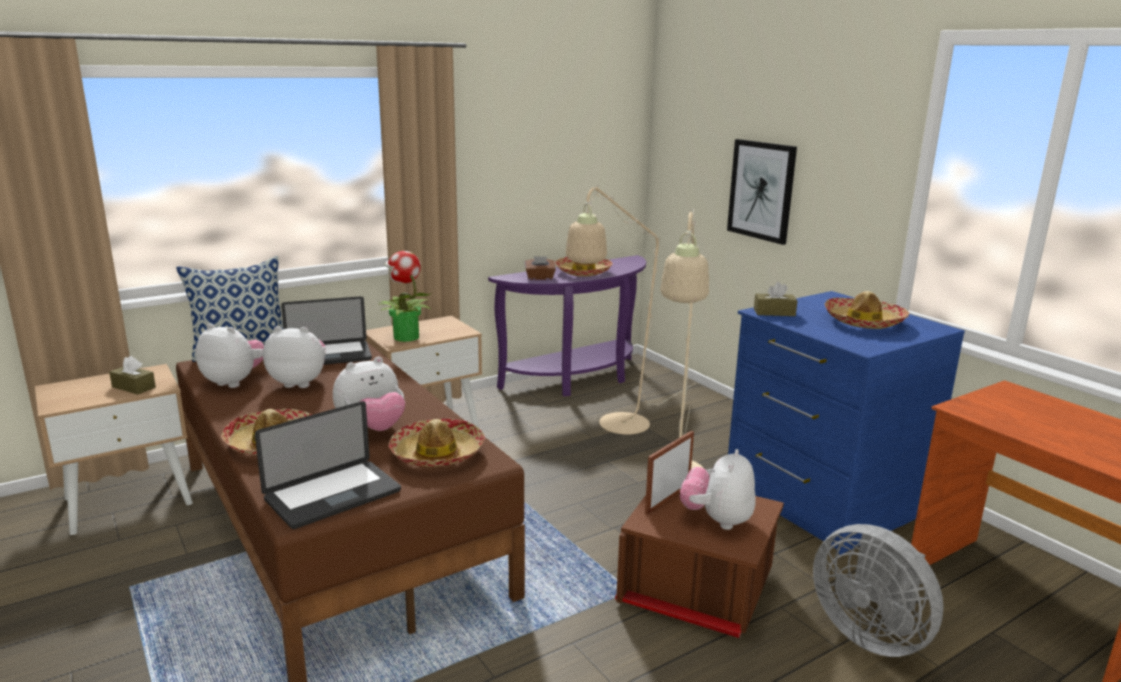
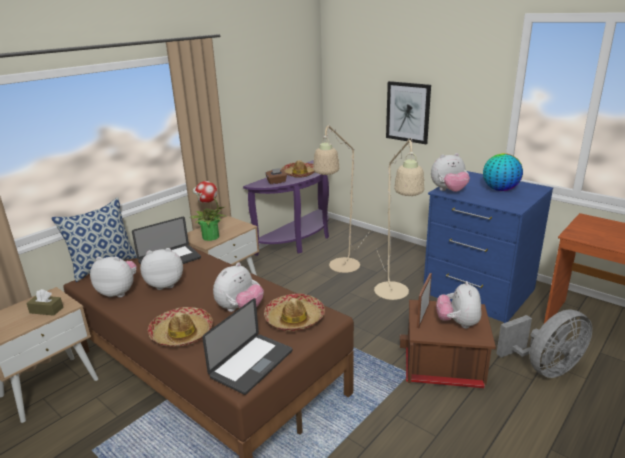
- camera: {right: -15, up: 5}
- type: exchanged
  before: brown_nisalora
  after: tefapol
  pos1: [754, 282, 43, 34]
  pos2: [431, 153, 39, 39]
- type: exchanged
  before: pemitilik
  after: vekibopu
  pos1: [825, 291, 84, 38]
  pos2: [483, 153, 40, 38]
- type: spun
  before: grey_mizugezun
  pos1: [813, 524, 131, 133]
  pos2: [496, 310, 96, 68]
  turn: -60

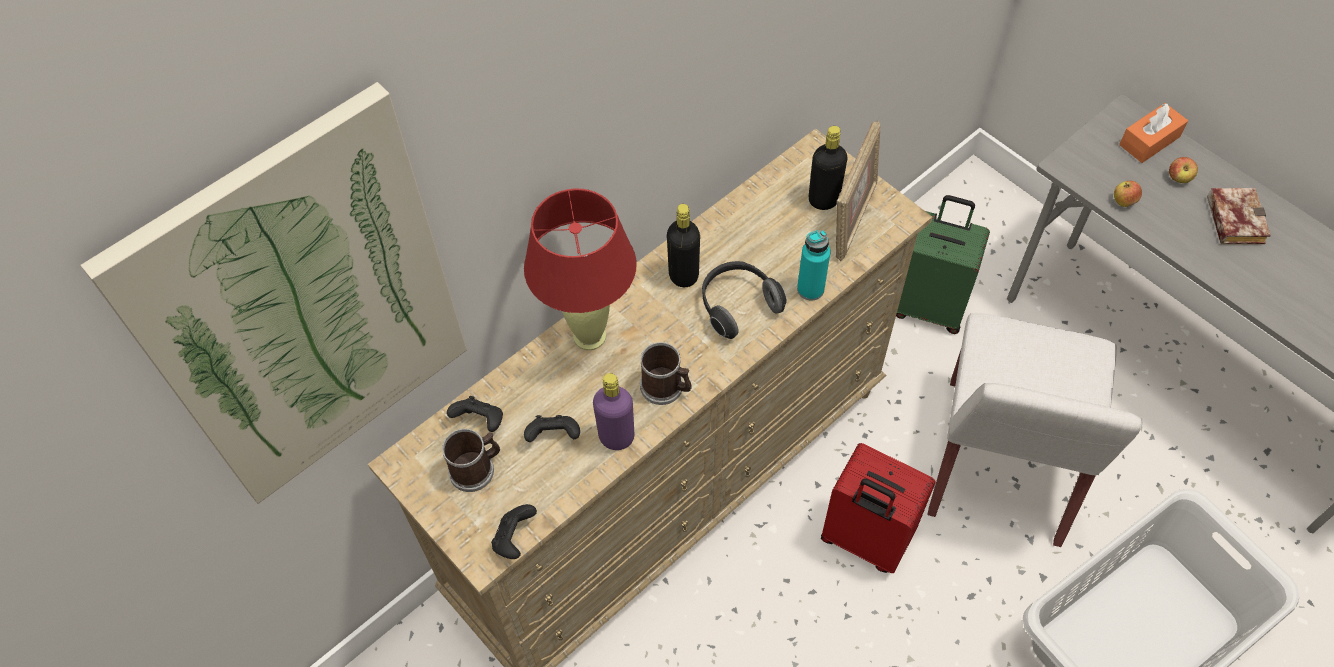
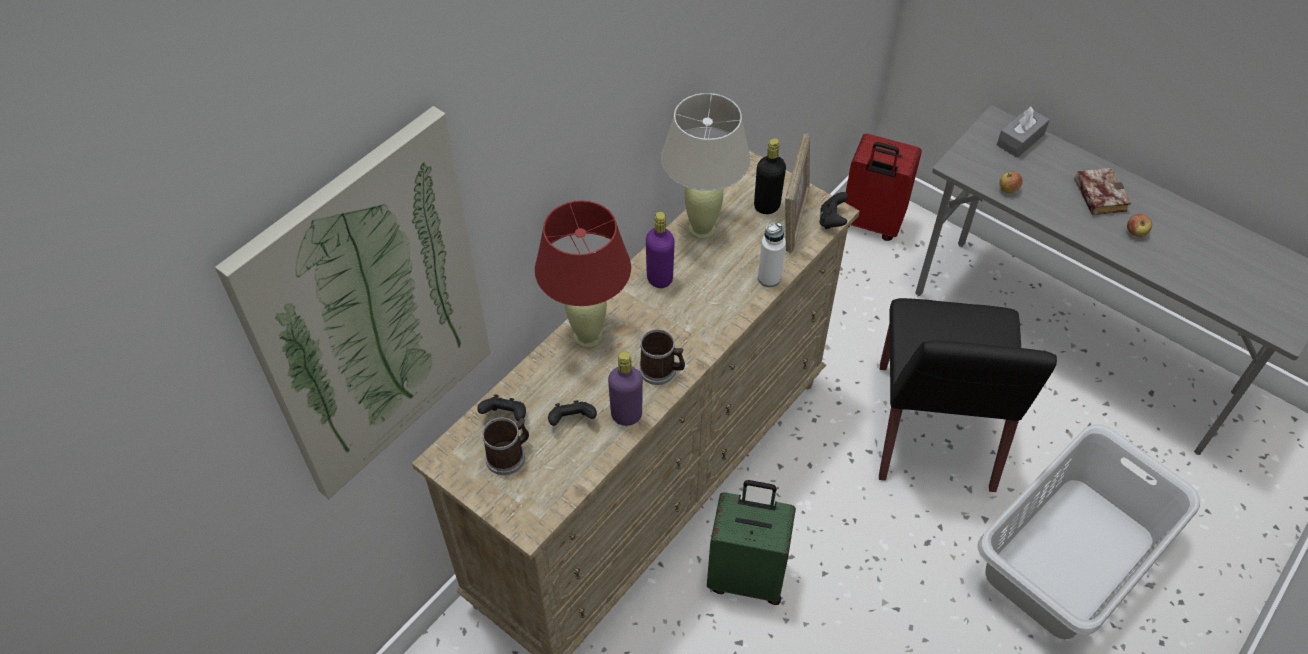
- camera: {right: -10, up: -5}
- type: colour
  before: orange_nisalora
  after: grey_nisalora
  pos1: [1119, 103, 69, 60]
  pos2: [997, 107, 53, 51]
- type: relocated
  before: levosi
  pos1: [1169, 157, 29, 26]
  pos2: [1127, 214, 25, 23]
- type: relocated
  before: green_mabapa
  pos1: [896, 195, 94, 139]
  pos2: [707, 480, 89, 125]
- type: colour
  before: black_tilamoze
  after: purple_tilamoze
  pos1: [667, 204, 33, 83]
  pos2: [646, 212, 29, 76]
- type: colour
  before: turquoise_tilamoze
  after: white_tilamoze
  pos1: [797, 230, 34, 71]
  pos2: [758, 222, 28, 65]
- type: missing
  before: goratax
  pos1: [702, 261, 85, 78]
- type: colour
  before: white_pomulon
  after: black_pomulon
  pos1: [928, 313, 214, 234]
  pos2: [879, 298, 178, 194]
- type: relocated
  before: red_mabapa
  pos1: [821, 443, 115, 130]
  pos2: [844, 134, 78, 107]
- type: relocated
  before: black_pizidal
  pos1: [491, 504, 46, 55]
  pos2: [819, 192, 30, 37]
- type: appeared
  after: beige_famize
  pos2: [661, 93, 89, 146]

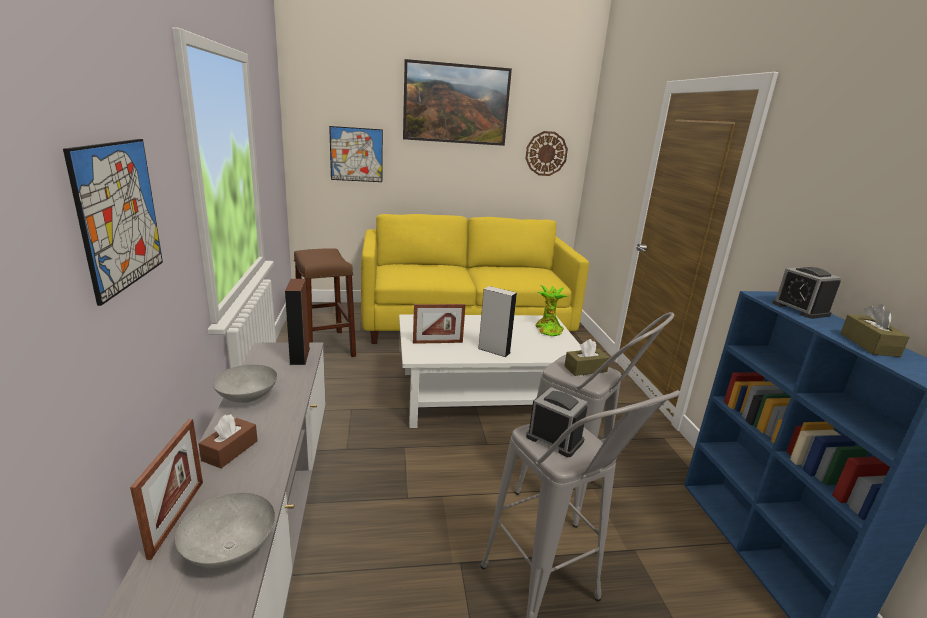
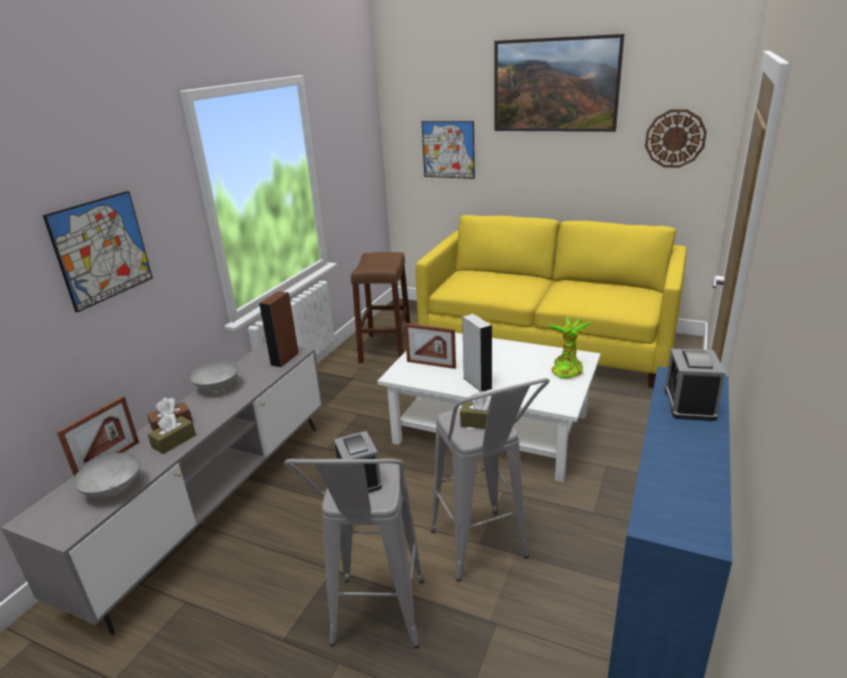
- camera: {right: 35, up: 5}
- type: relocated
  before: brown_nisalora
  pos1: [841, 304, 69, 53]
  pos2: [148, 413, 48, 41]

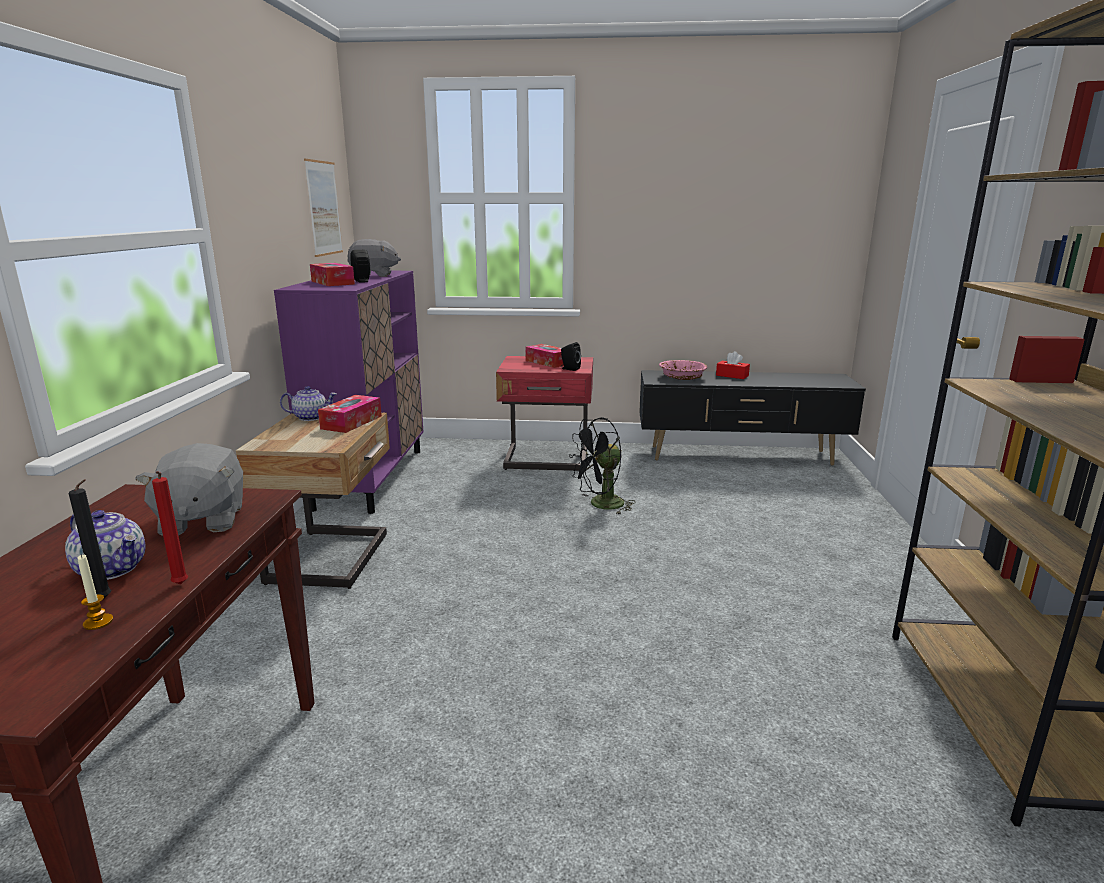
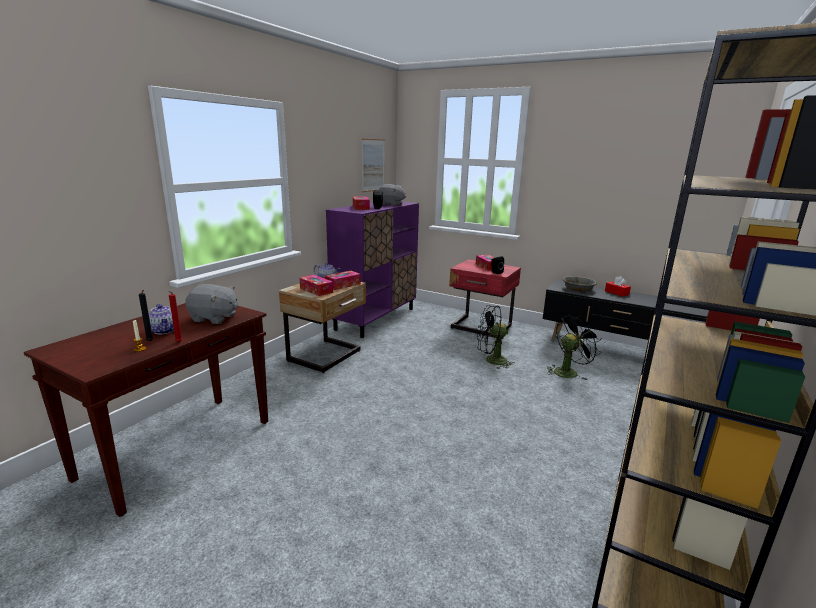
- camera: {right: 25, up: 0}
- type: colour
  before: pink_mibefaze
  after: grey_mibefaze
  pos1: [659, 360, 48, 20]
  pos2: [563, 276, 34, 15]
- type: spun
  before: grey_tefapol
  pos1: [135, 443, 108, 93]
  pos2: [185, 284, 53, 40]
  turn: -90
- type: appeared
  after: nisalora
  pos2: [300, 275, 34, 21]
- type: appeared
  after: black_mizugezun
  pos2: [547, 314, 55, 66]

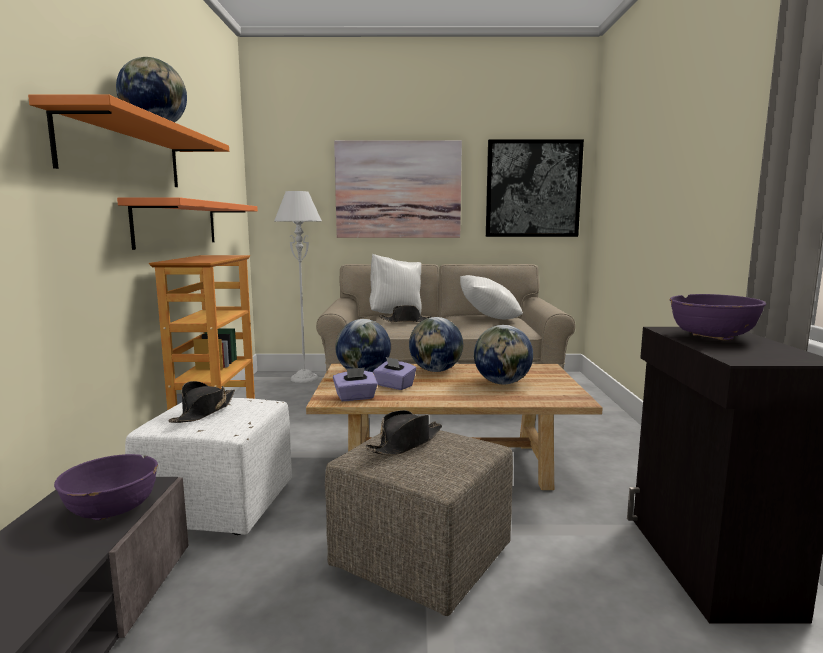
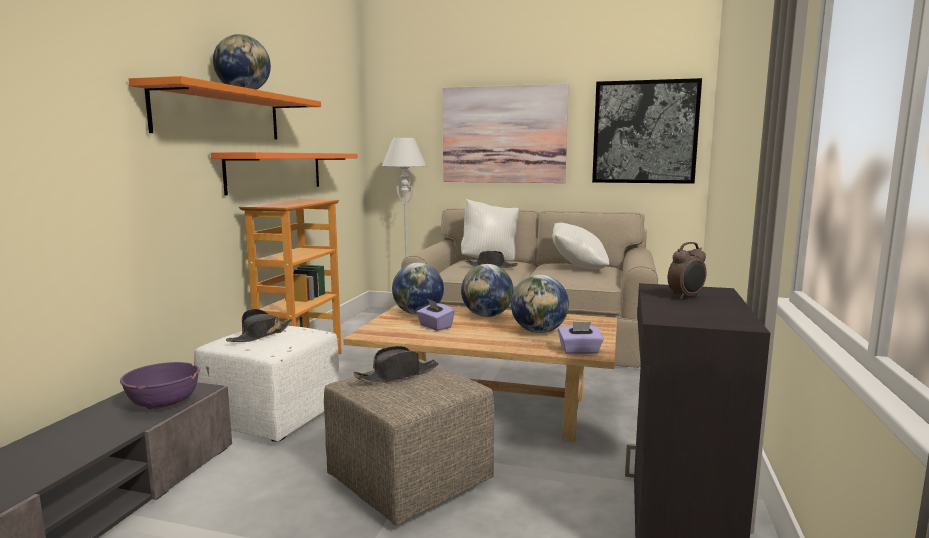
- camera: {right: 15, up: 0}
- type: exchanged
  before: purple_mibefaze
  after: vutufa
  pos1: [670, 294, 96, 47]
  pos2: [668, 242, 39, 57]
- type: relocated
  before: purple_nisalora
  pos1: [333, 367, 45, 34]
  pos2: [558, 322, 46, 32]

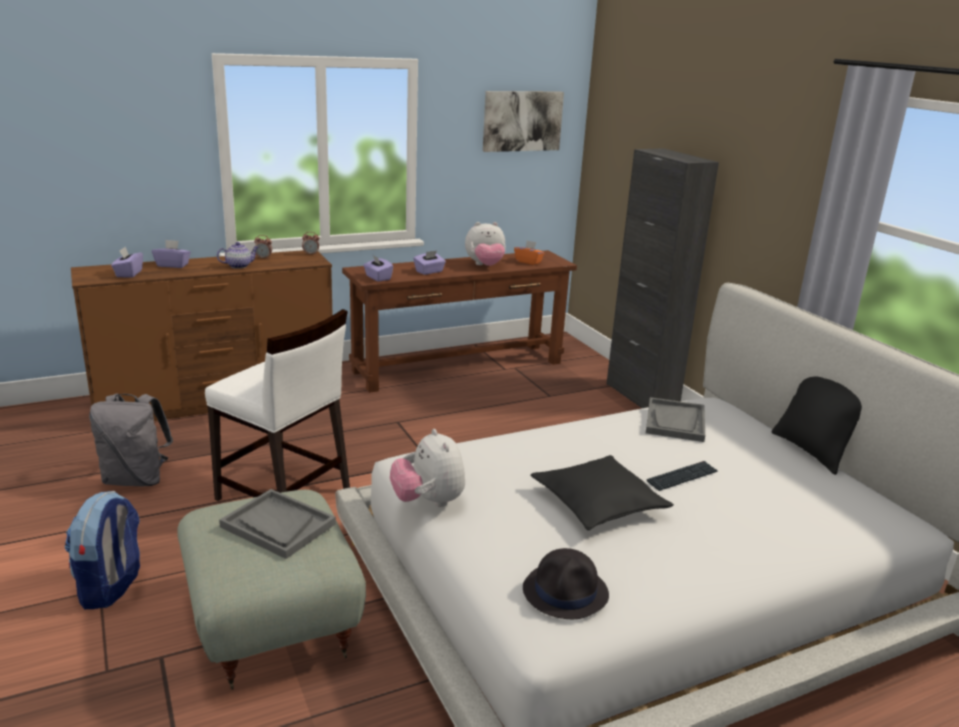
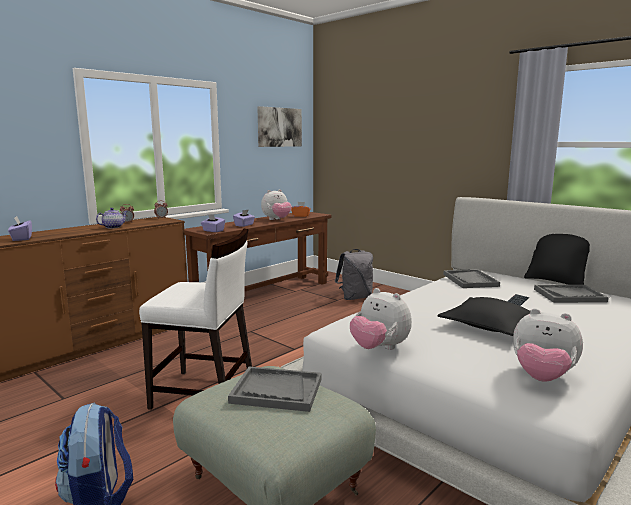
- camera: {right: -20, up: -10}
- type: missing
  before: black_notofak
  pos1: [606, 148, 113, 260]
- type: missing
  before: purple_nisalora
  pos1: [152, 240, 39, 28]
- type: relocated
  before: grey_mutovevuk
  pos1: [89, 393, 84, 93]
  pos2: [335, 249, 38, 51]
- type: exchanged
  before: black_pemitilik
  after: tefapol
  pos1: [523, 548, 86, 71]
  pos2: [513, 309, 70, 73]
- type: appeared
  after: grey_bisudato
  pos2: [534, 285, 75, 18]

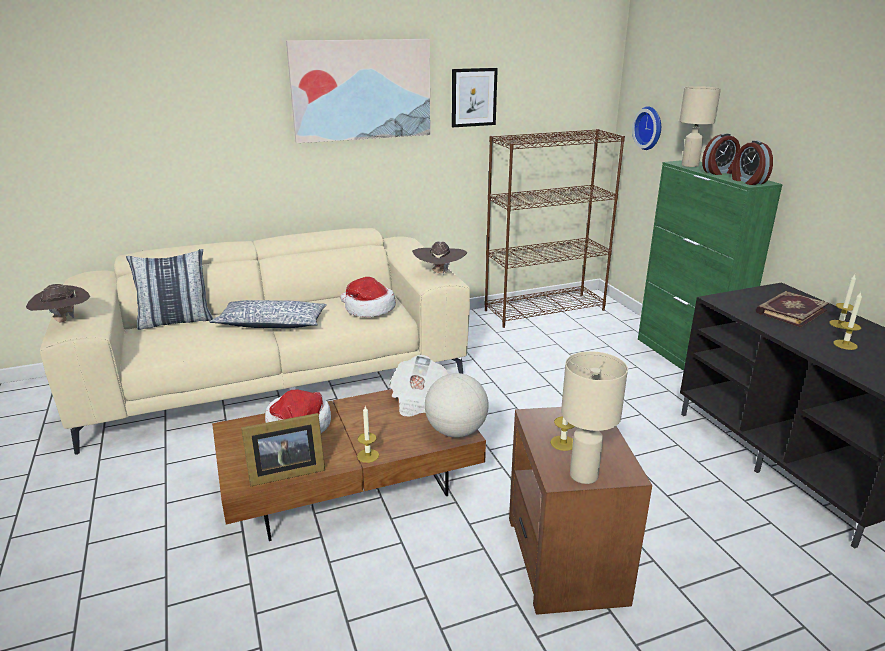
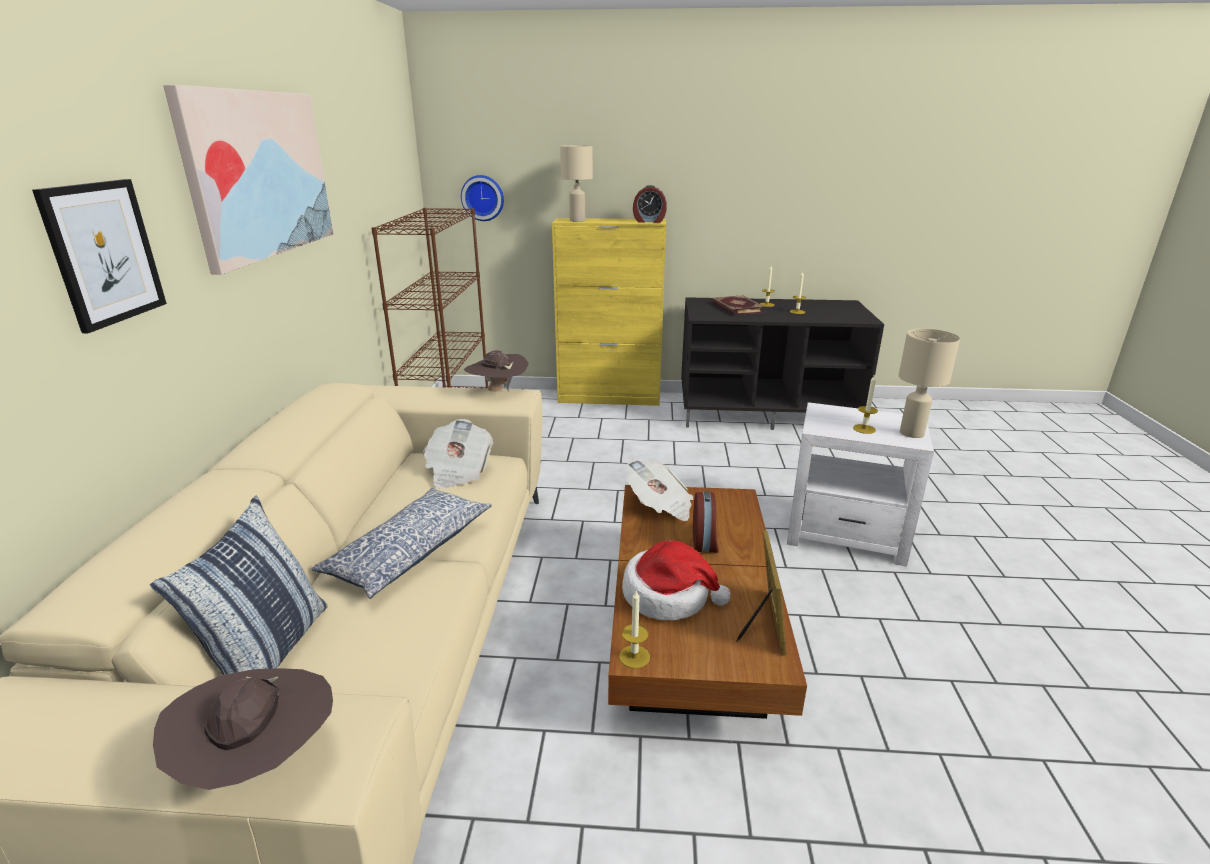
- camera: {right: -65, up: 0}
- type: relocated
  before: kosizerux
  pos1: [452, 68, 46, 59]
  pos2: [32, 179, 135, 154]
- type: relocated
  before: vutufa
  pos1: [702, 133, 38, 42]
  pos2: [693, 491, 26, 62]
- type: colour
  before: green_notofak
  after: yellow_notofak
  pos1: [638, 160, 145, 211]
  pos2: [552, 218, 114, 188]
- type: exchanged
  before: pemitilik
  after: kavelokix
  pos1: [340, 277, 56, 40]
  pos2: [423, 419, 70, 70]
- type: missing
  before: vekibopu
  pos1: [425, 373, 64, 65]
- type: relocated
  before: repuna
  pos1: [357, 406, 22, 57]
  pos2: [619, 591, 31, 77]
- type: colour
  before: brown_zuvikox
  after: white_zuvikox
  pos1: [509, 407, 143, 208]
  pos2: [787, 402, 147, 165]

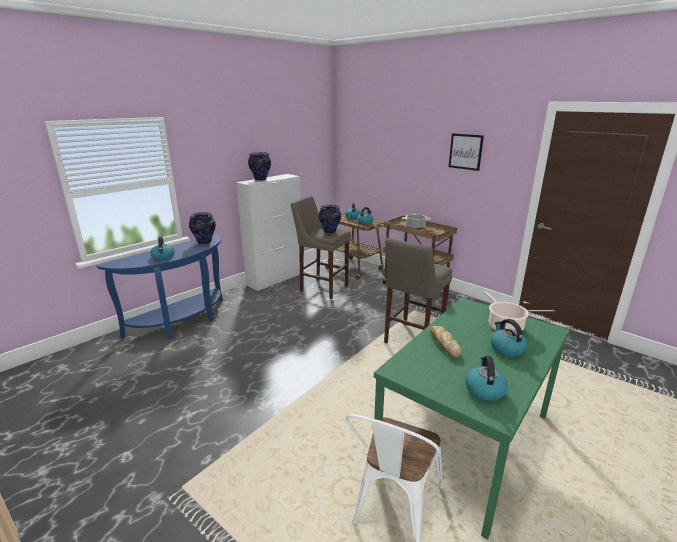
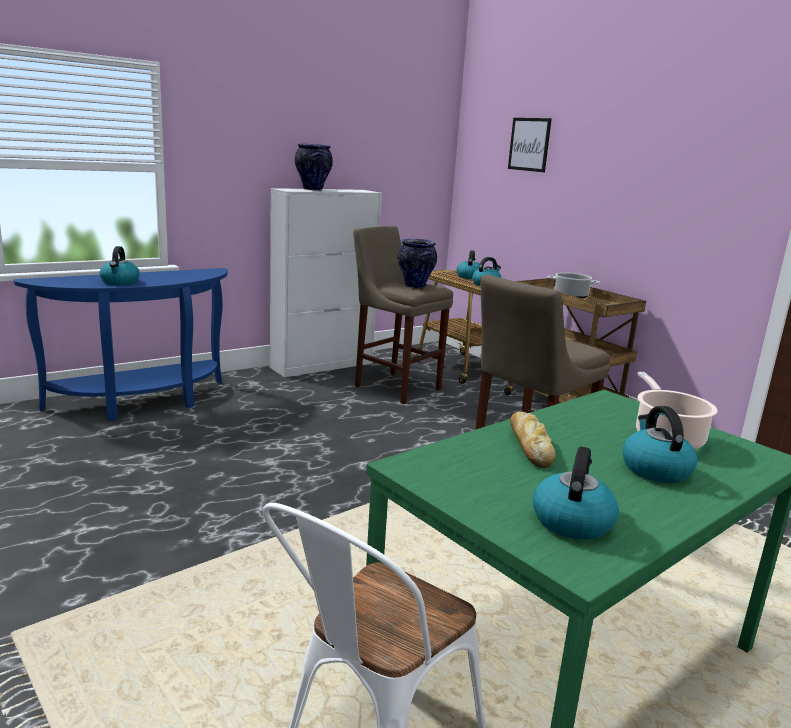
- camera: {right: 10, up: -5}
- type: relocated
  before: kosizerux
  pos1: [449, 133, 35, 38]
  pos2: [508, 118, 44, 54]
- type: missing
  before: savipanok
  pos1: [189, 212, 27, 33]

